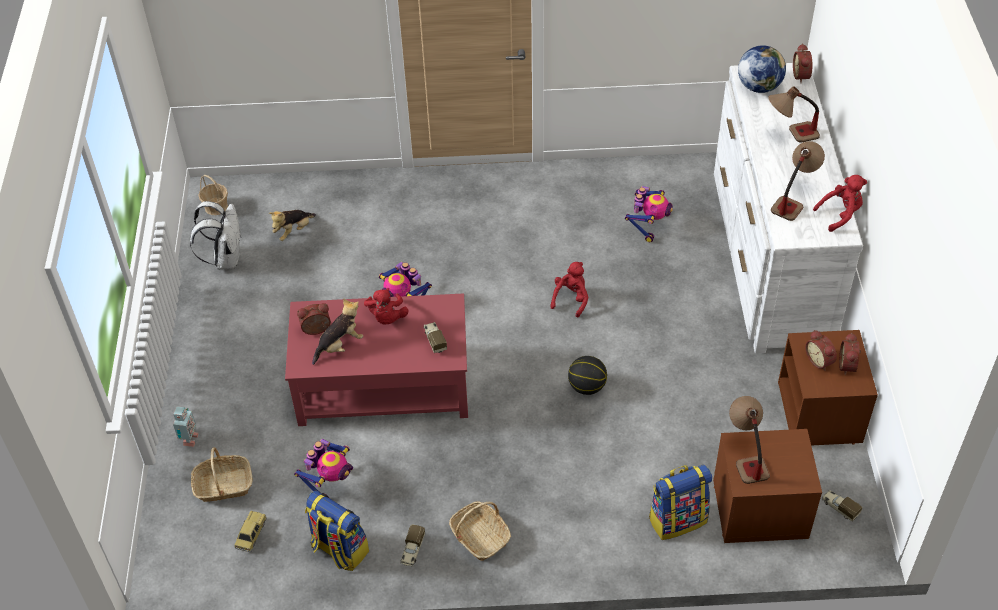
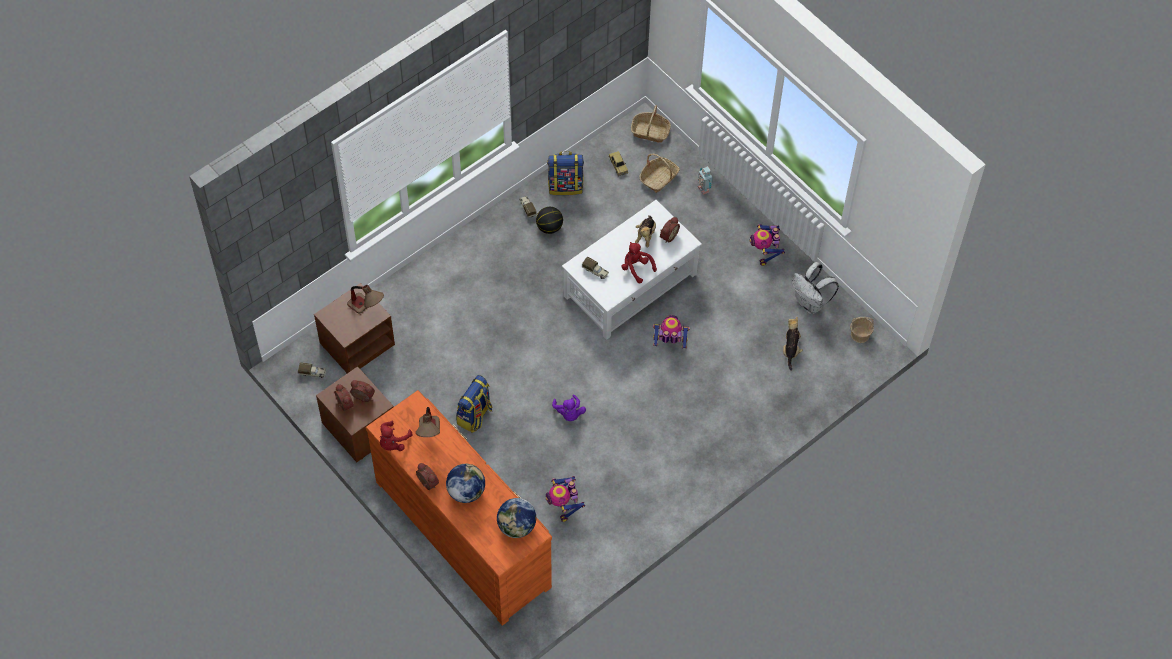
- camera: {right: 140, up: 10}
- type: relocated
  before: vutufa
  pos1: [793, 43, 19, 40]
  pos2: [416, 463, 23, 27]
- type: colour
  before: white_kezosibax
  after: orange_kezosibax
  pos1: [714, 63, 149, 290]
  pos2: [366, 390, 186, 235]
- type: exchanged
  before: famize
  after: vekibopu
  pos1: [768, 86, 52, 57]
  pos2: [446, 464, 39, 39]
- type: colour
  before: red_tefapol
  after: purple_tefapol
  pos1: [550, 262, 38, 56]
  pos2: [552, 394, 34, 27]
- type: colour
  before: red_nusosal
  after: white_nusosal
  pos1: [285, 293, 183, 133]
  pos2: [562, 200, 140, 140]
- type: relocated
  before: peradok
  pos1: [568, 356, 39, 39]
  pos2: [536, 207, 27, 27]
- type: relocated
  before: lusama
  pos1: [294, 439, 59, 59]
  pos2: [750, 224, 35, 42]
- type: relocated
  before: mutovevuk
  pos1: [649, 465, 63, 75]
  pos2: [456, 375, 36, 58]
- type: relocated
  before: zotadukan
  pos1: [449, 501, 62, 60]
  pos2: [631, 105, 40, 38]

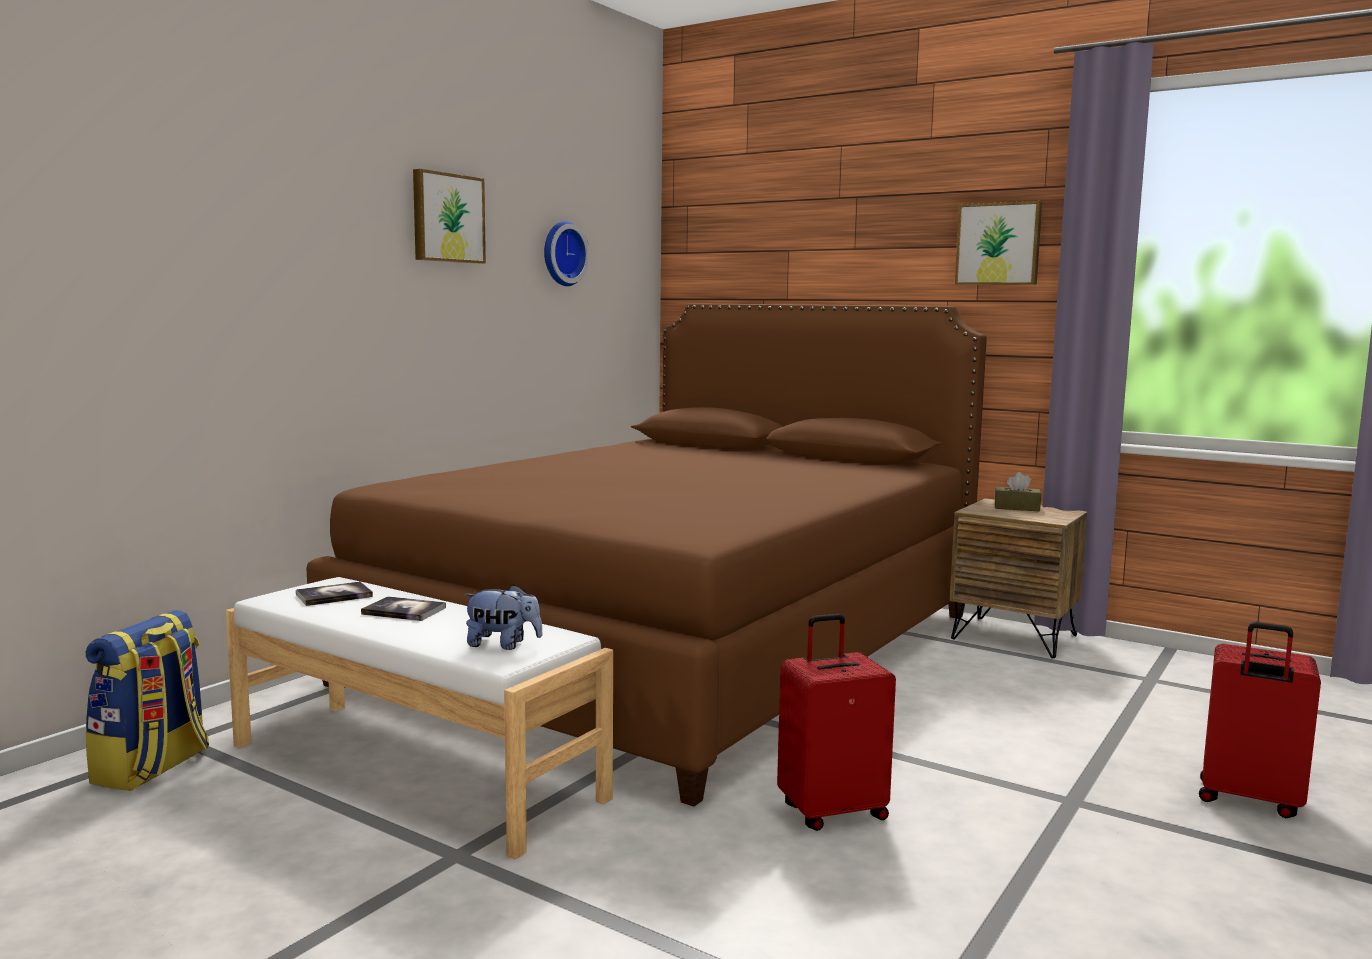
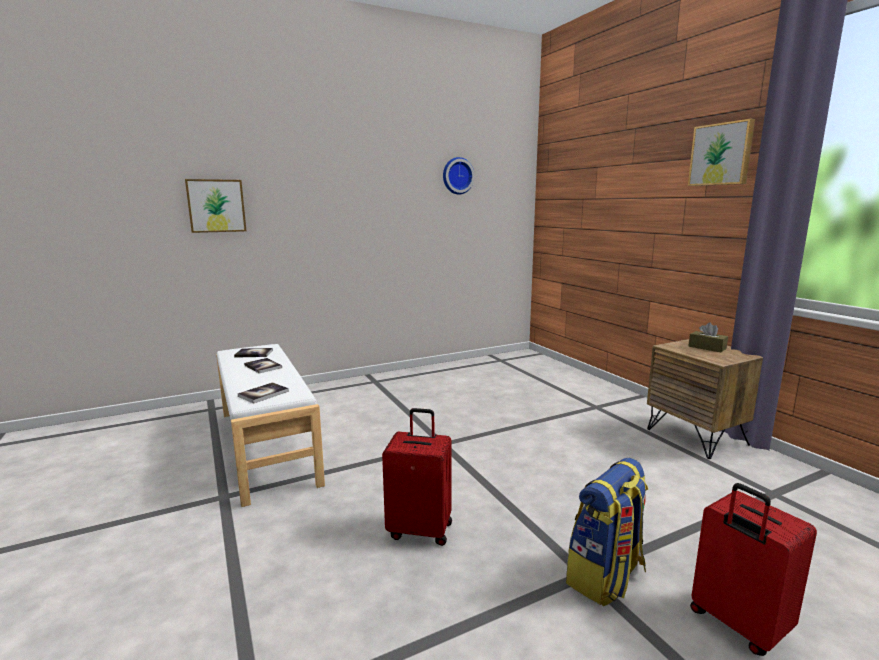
- camera: {right: 30, up: 5}
- type: relocated
  before: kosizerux
  pos1: [413, 169, 73, 95]
  pos2: [185, 179, 61, 54]
- type: missing
  before: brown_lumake
  pos1: [307, 303, 680, 504]
- type: exchanged
  before: tefapol
  after: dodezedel
  pos1: [463, 585, 80, 65]
  pos2: [238, 382, 51, 22]
- type: relocated
  before: mutovevuk
  pos1: [86, 610, 123, 181]
  pos2: [566, 458, 82, 148]

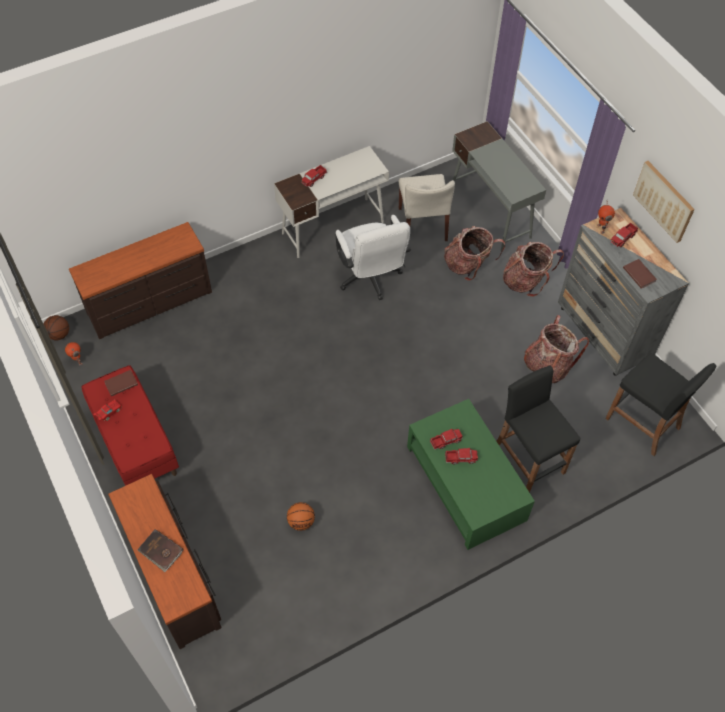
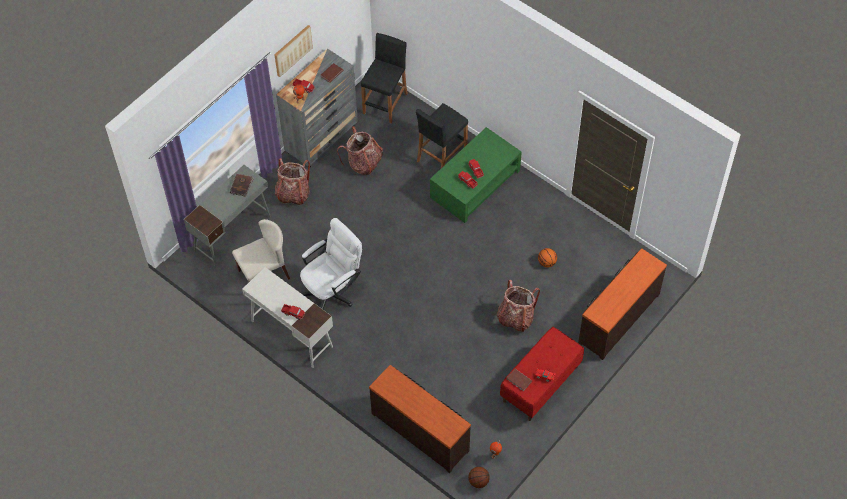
- camera: {right: -110, up: 0}
- type: relocated
  before: mutovevuk
  pos1: [444, 226, 61, 55]
  pos2: [497, 280, 43, 52]
- type: relocated
  before: brown_dodezedel
  pos1: [138, 529, 46, 43]
  pos2: [230, 174, 24, 23]

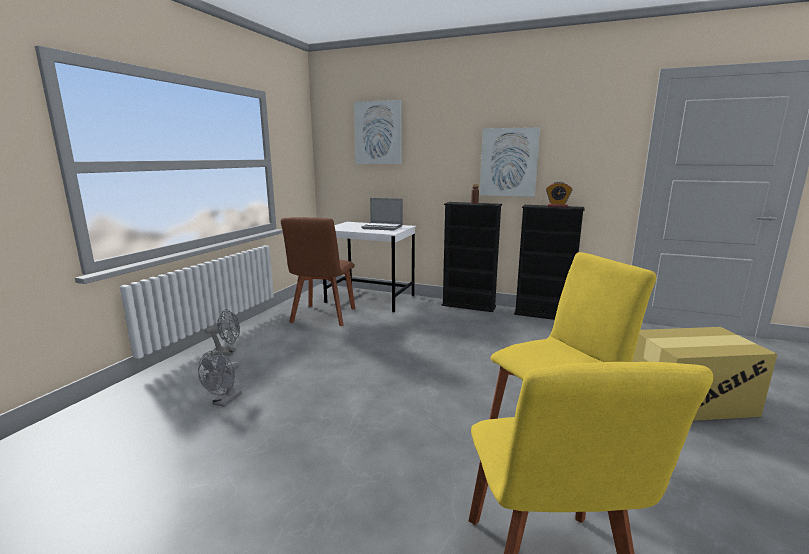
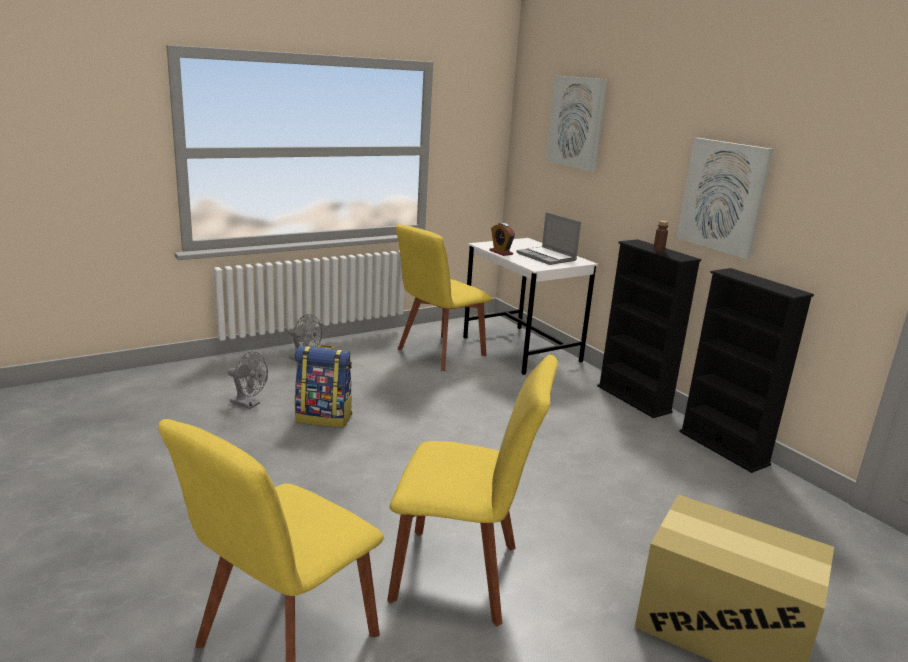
- camera: {right: 35, up: 5}
- type: relocated
  before: vutufa
  pos1: [546, 182, 26, 25]
  pos2: [490, 223, 25, 33]
- type: colour
  before: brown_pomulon
  after: yellow_pomulon
  pos1: [281, 217, 75, 109]
  pos2: [396, 224, 96, 147]
- type: spun
  before: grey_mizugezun
  pos1: [198, 351, 44, 56]
  pos2: [228, 351, 40, 58]
  turn: -120
- type: appeared
  after: mutovevuk
  pos2: [295, 345, 57, 82]

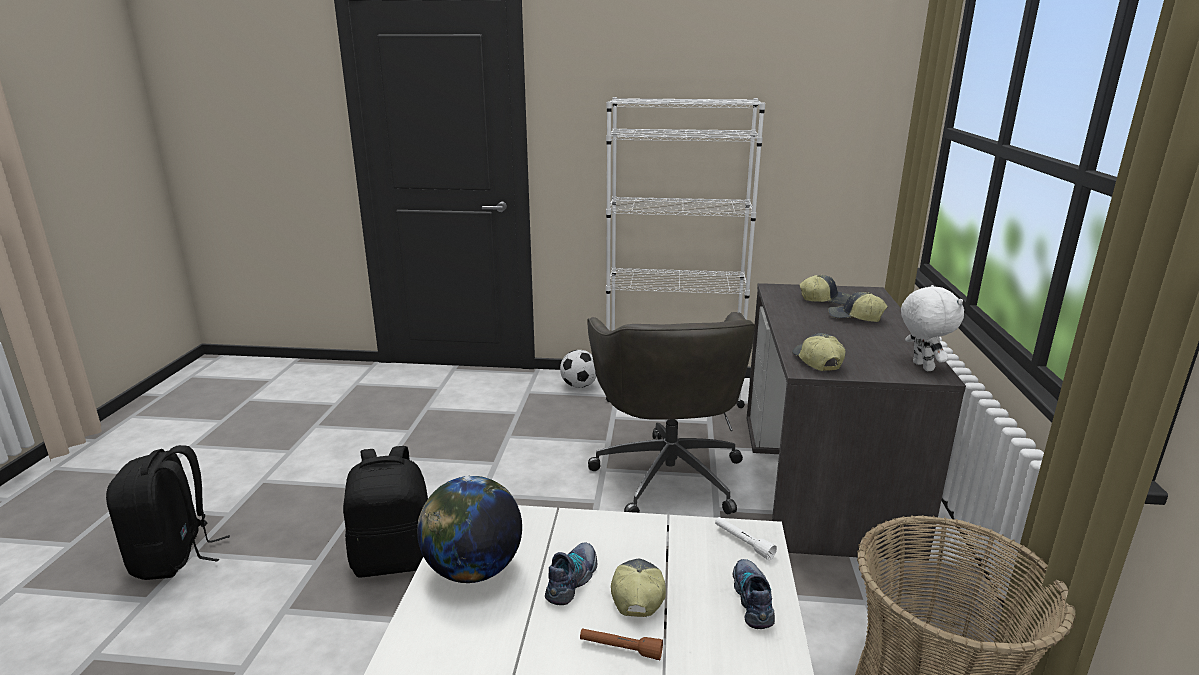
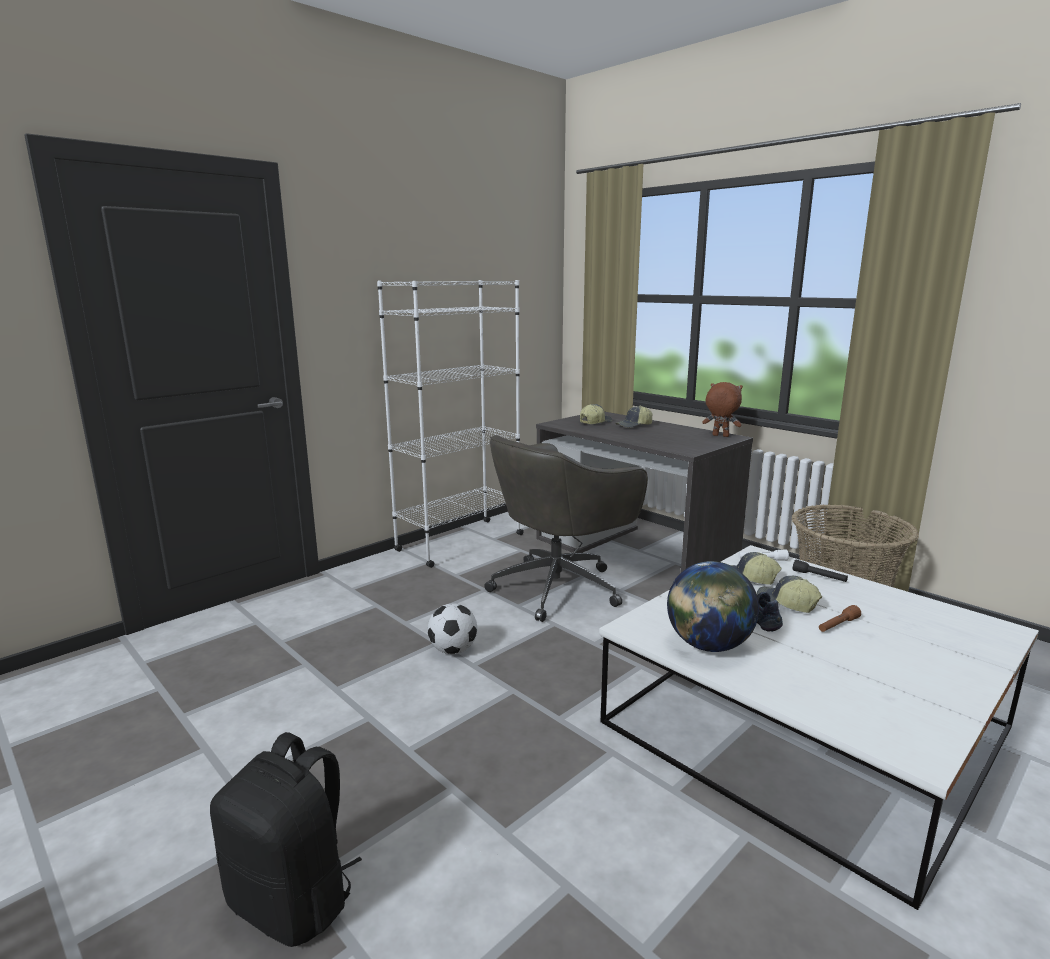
- camera: {right: -50, up: -5}
- type: colour
  before: white_tefapol
  after: brown_tefapol
  pos1: [901, 285, 63, 86]
  pos2: [702, 382, 41, 55]
- type: spun
  before: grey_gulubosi
  pos1: [587, 312, 169, 202]
  pos2: [484, 435, 164, 187]
  turn: 105
- type: relocated
  before: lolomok
  pos1: [792, 333, 53, 38]
  pos2: [730, 552, 52, 33]
- type: relocated
  before: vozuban
  pos1: [560, 350, 37, 38]
  pos2: [428, 603, 49, 51]
- type: missing
  before: black_mutovevuk
  pos1: [343, 446, 85, 131]
- type: exchanged
  before: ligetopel
  after: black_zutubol
  pos1: [732, 559, 43, 70]
  pos2: [793, 559, 55, 23]

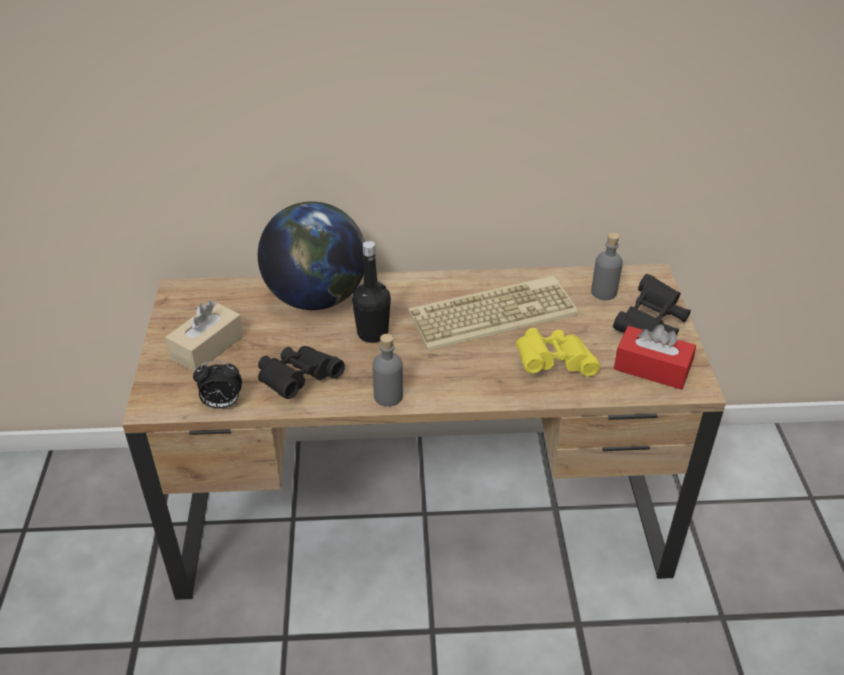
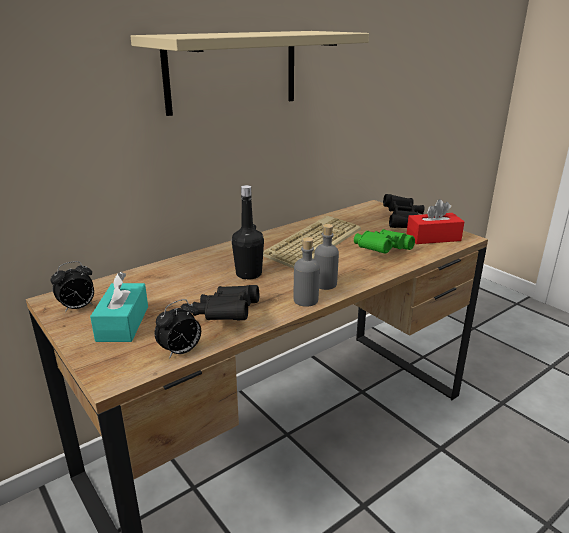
- camera: {right: -35, up: -15}
- type: missing
  before: vekibopu
  pos1: [258, 201, 107, 109]
- type: relocated
  before: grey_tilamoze
  pos1: [591, 233, 32, 67]
  pos2: [314, 224, 25, 66]
- type: colour
  before: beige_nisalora
  after: turquoise_nisalora
  pos1: [165, 300, 79, 72]
  pos2: [90, 272, 58, 70]
- type: colour
  before: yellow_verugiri
  after: green_verugiri
  pos1: [516, 328, 84, 49]
  pos2: [354, 229, 61, 25]
- type: appeared
  after: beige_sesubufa
  pos2: [130, 31, 239, 85]
- type: appeared
  after: vutufa
  pos2: [51, 261, 43, 52]

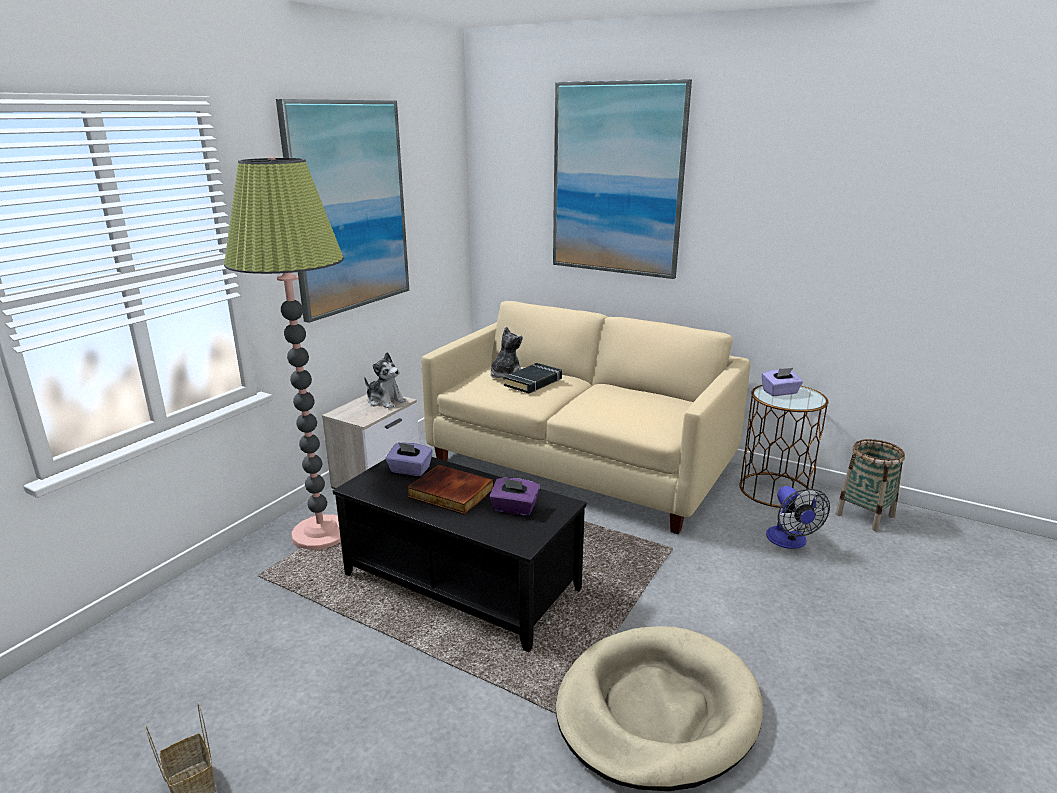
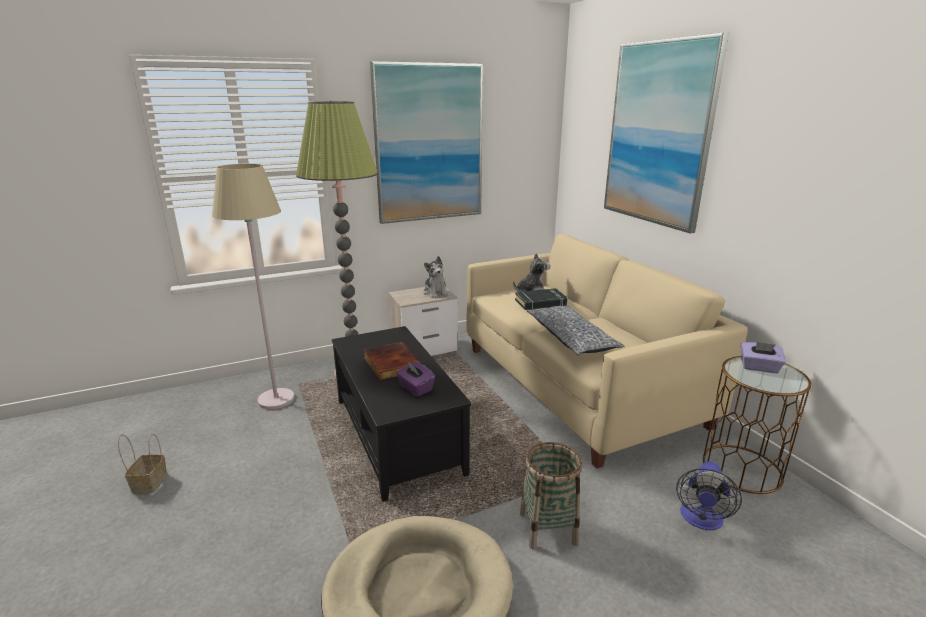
- camera: {right: 35, up: 0}
- type: relocated
  before: zotadukan
  pos1: [836, 439, 69, 92]
  pos2: [520, 442, 62, 107]
- type: missing
  before: purple_nisalora
  pos1: [385, 442, 48, 34]
- type: appeared
  after: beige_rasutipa
  pos2: [212, 164, 82, 246]
- type: appeared
  after: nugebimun
  pos2: [527, 306, 97, 49]

